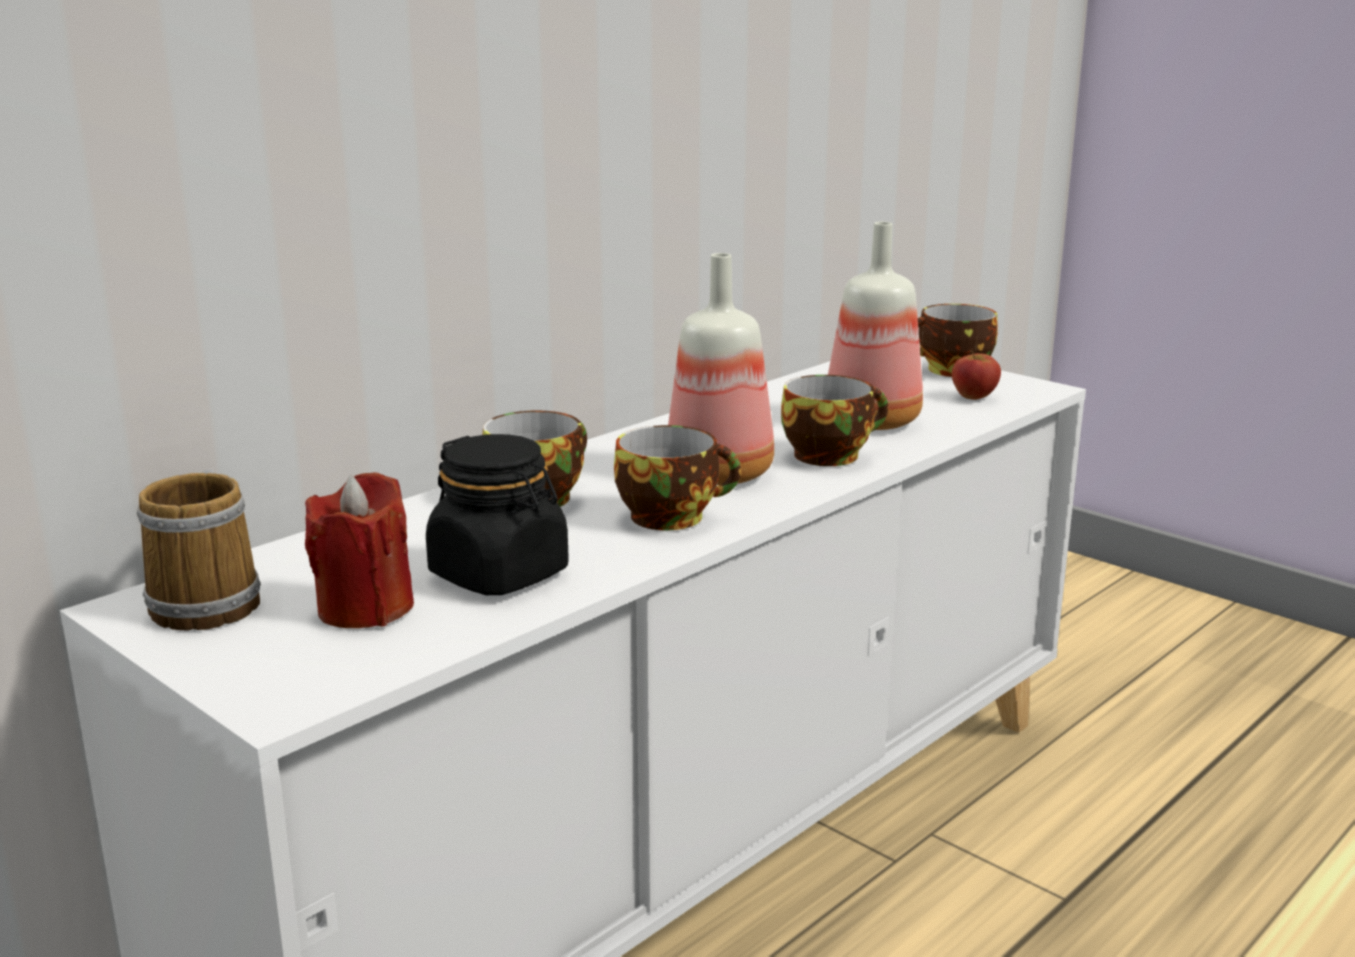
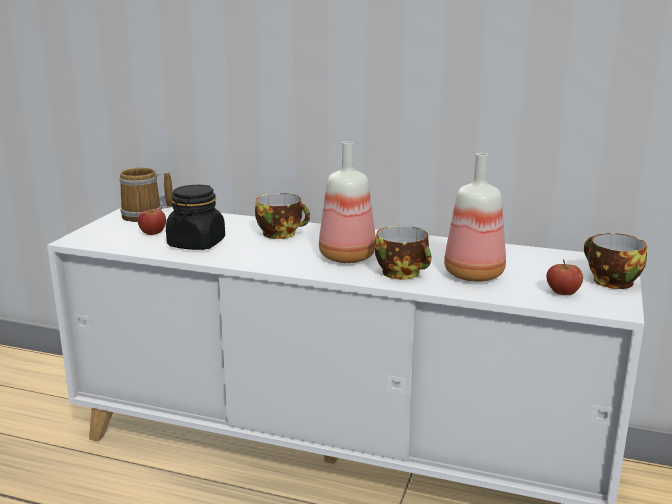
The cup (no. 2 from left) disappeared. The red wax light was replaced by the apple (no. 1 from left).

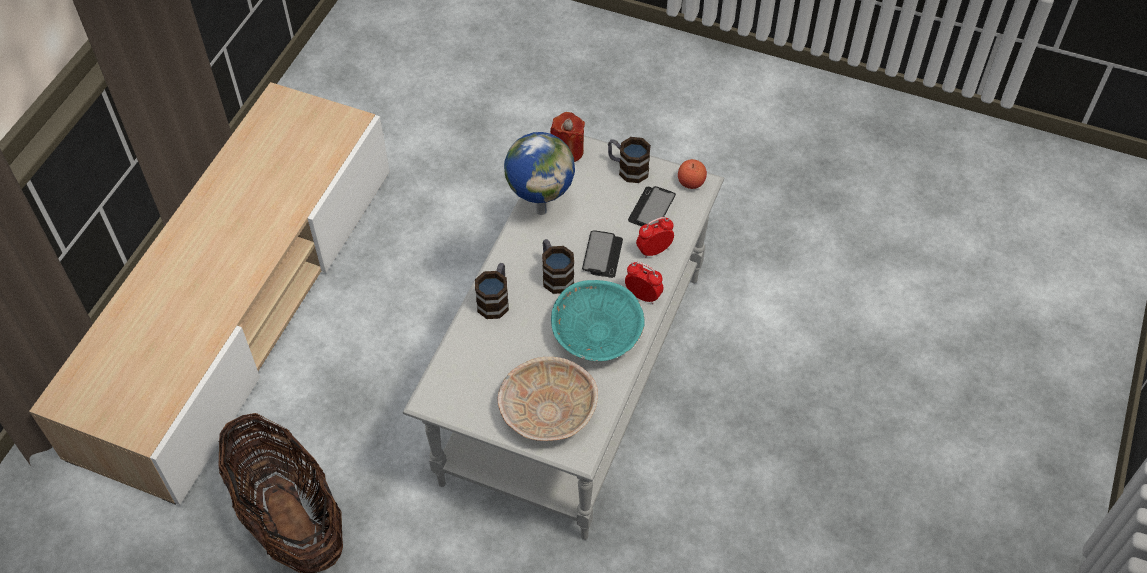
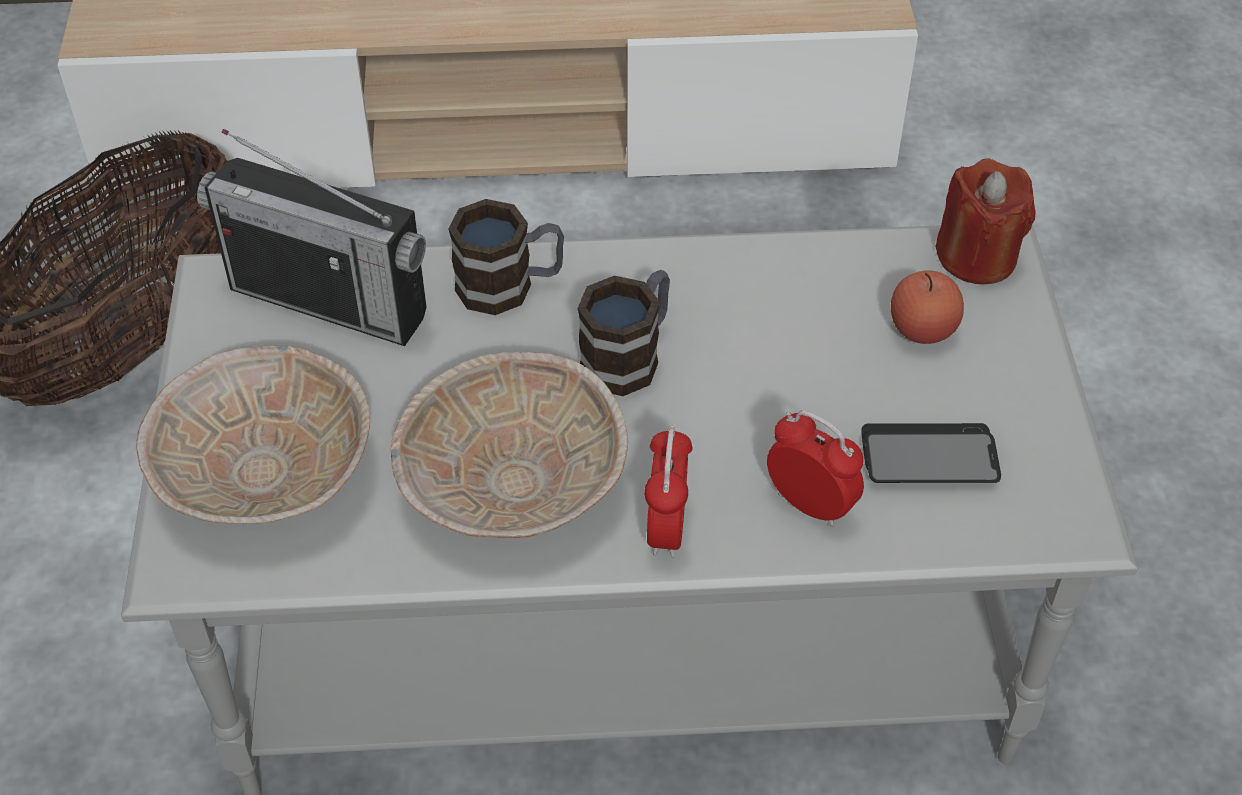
The world globe disappeared. The coffee mug (no. 3 from left) disappeared. The apple moved. The telephone (no. 1 from left) disappeared. The turquoise deep dish became the sand-coloured deep dish (no. 2 from left). The radio appeared.

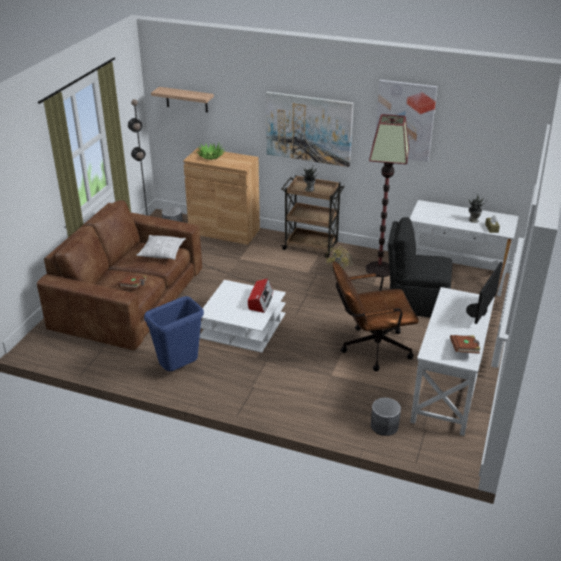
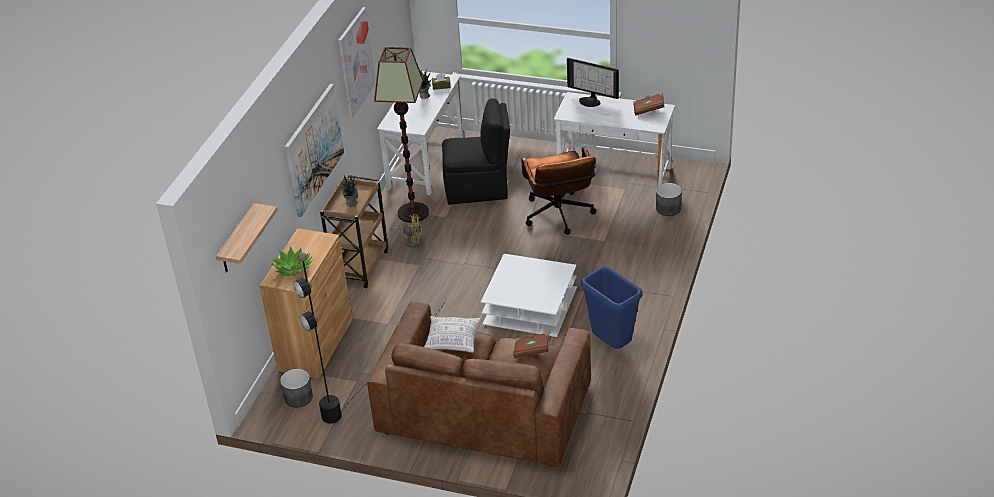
The black-coloured plain chair turned 105 degrees counterclockwise. The radio disappeared.

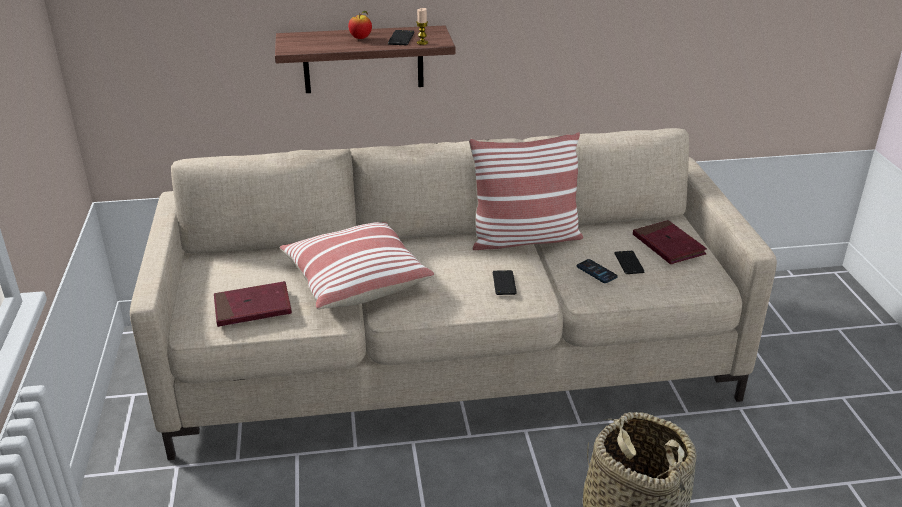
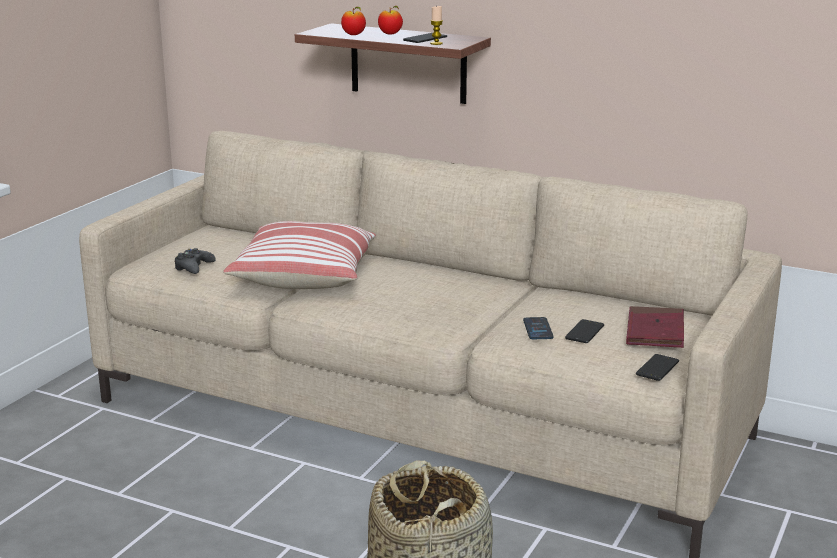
The cushion (no. 2 from left) disappeared. The telephone (no. 2 from left in the first image) moved. The red book (no. 1 from left) was replaced by the black-coloured gamepad. The apple (no. 1 from left) appeared.

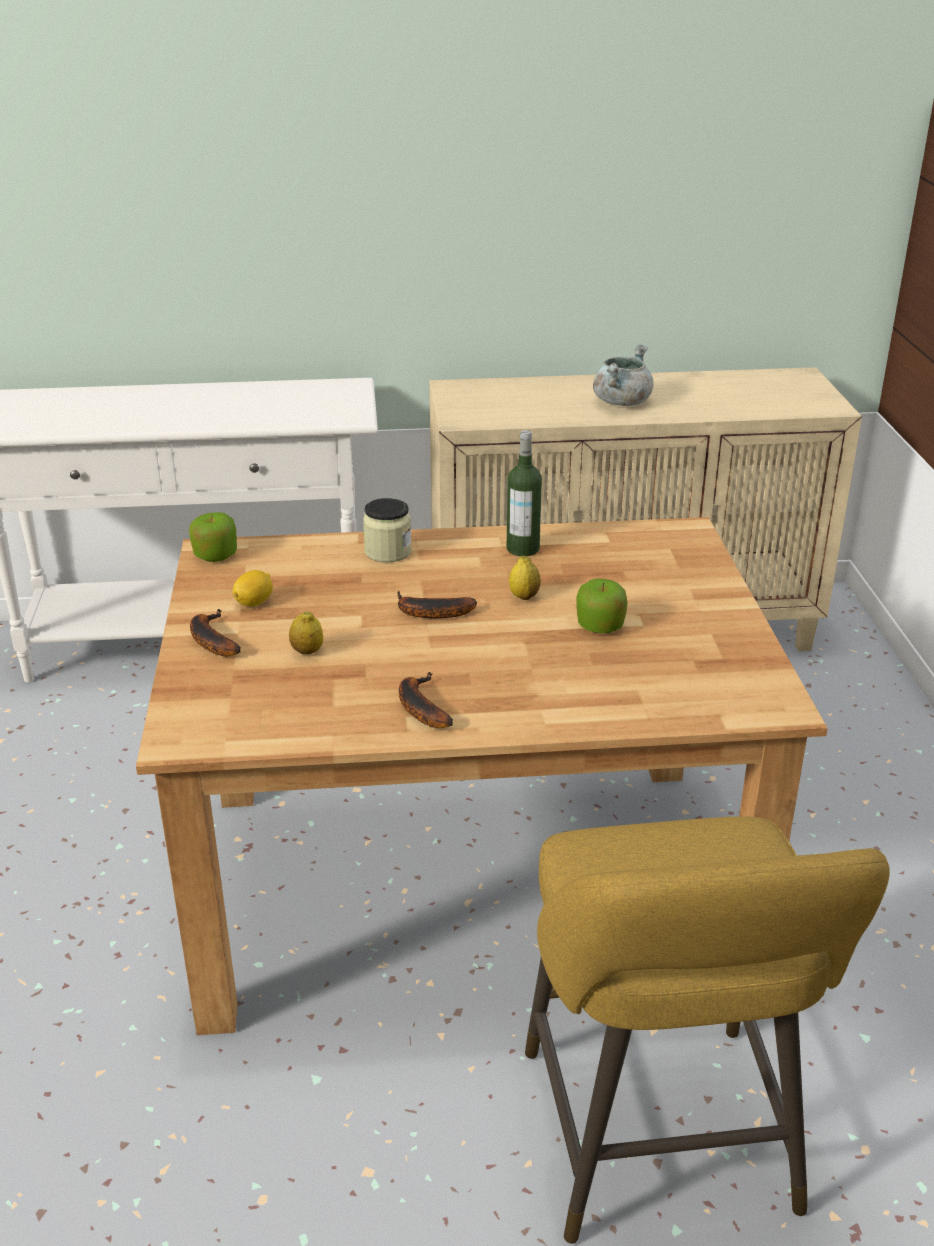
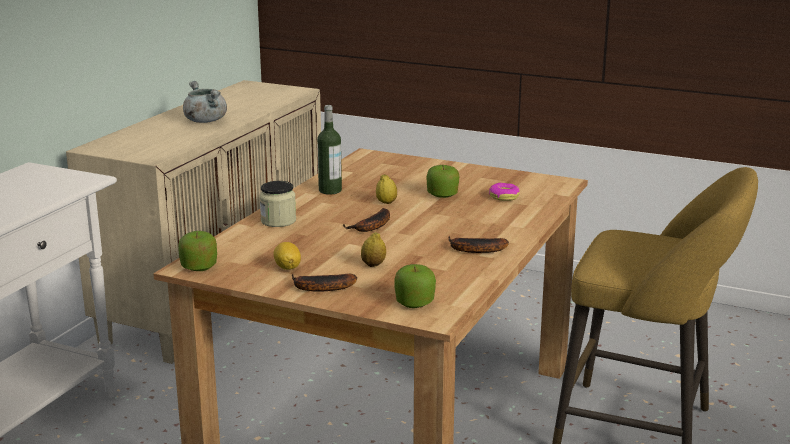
The ring doughnut appeared. The apple (no. 2 from left) appeared.

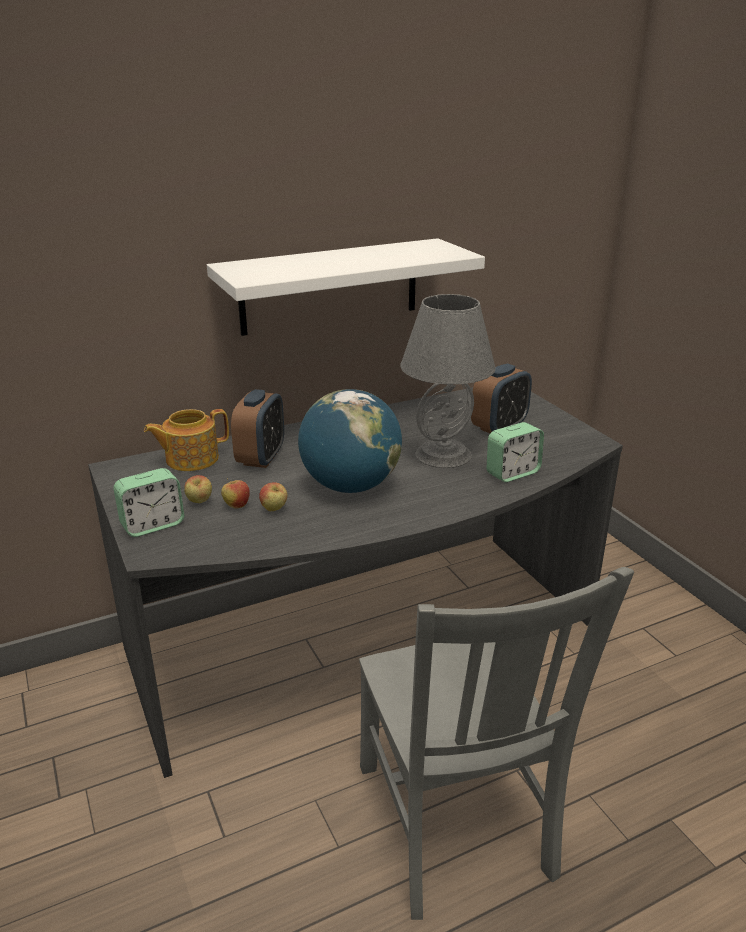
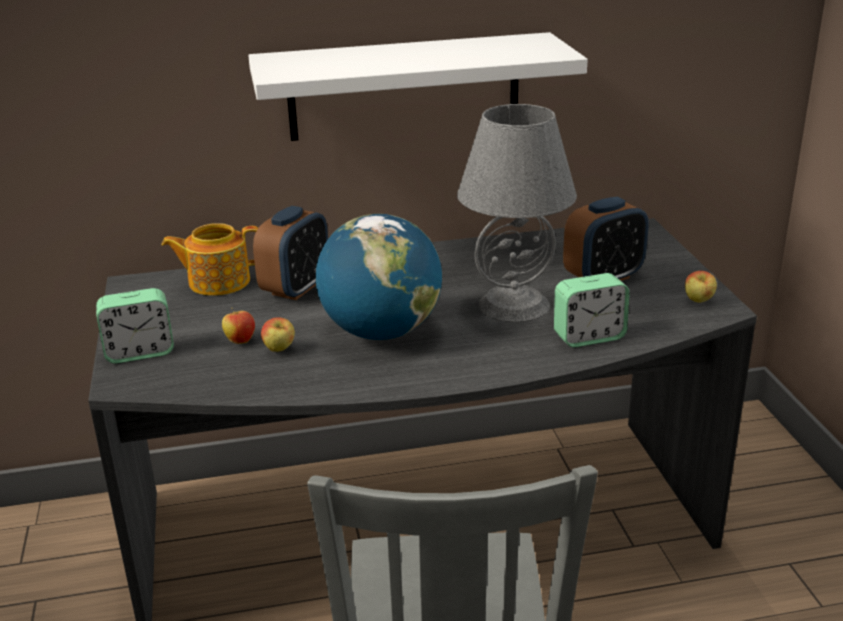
The apple (no. 1 from left in the first image) moved.

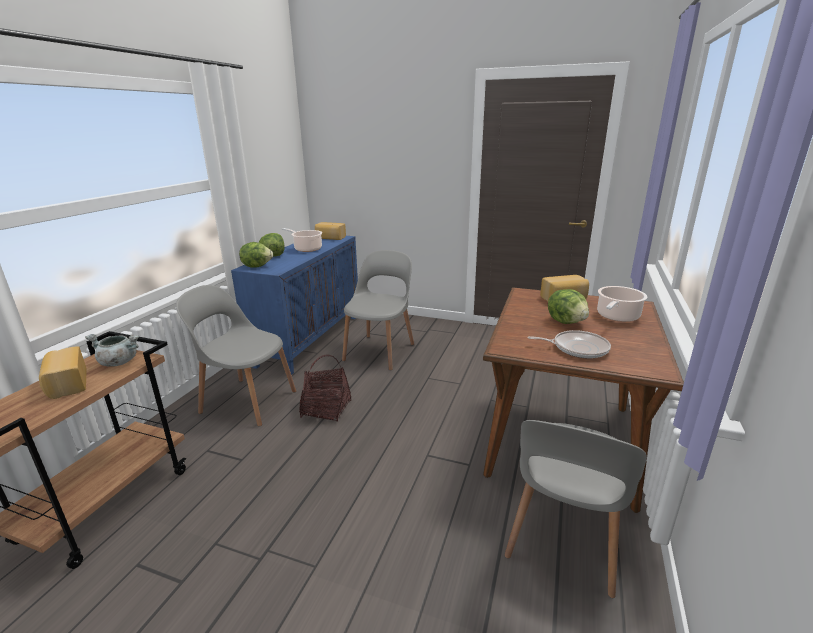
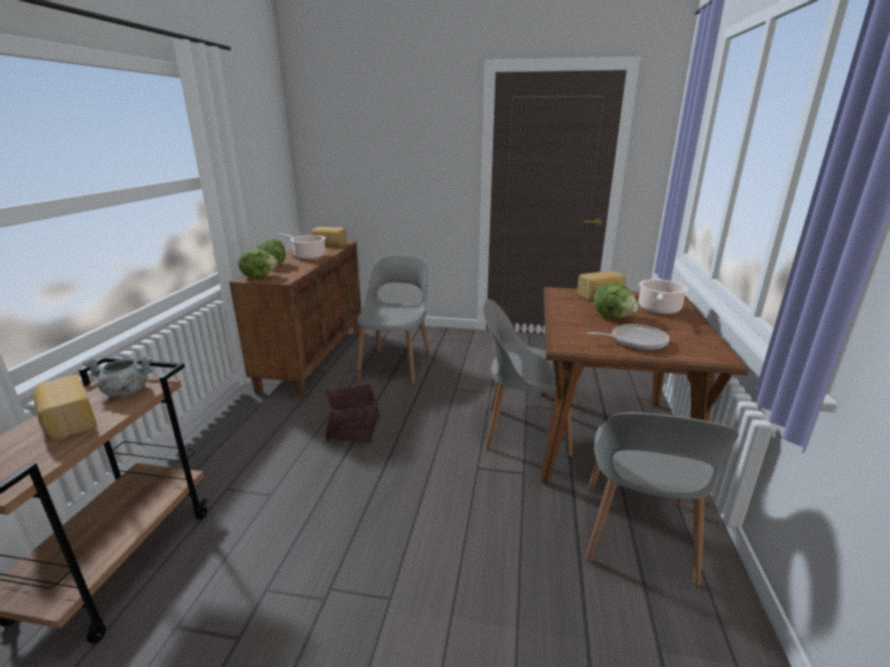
The blue-coloured cabinet became the brown cabinet. The grey plain chair (no. 1 from left in the first image) moved.

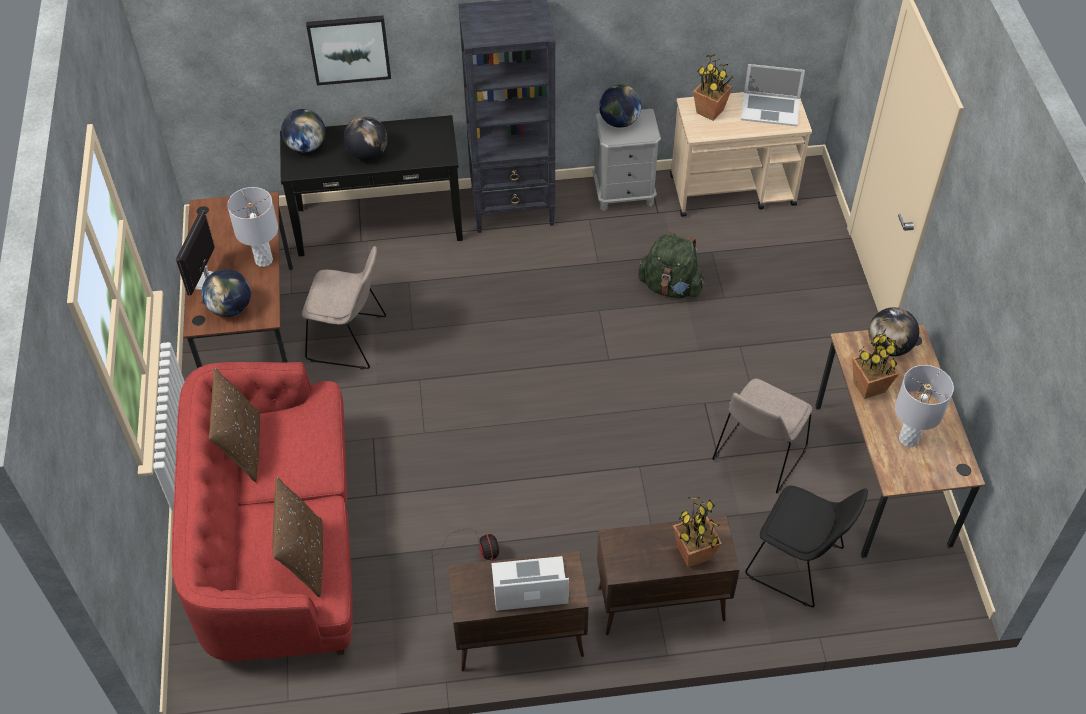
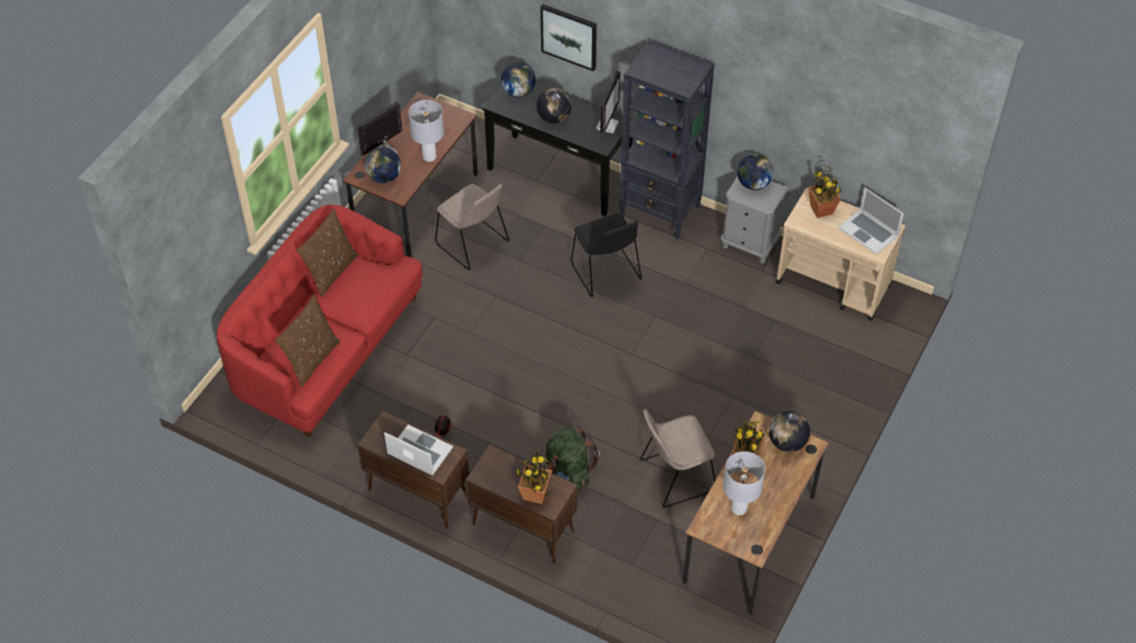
The green backpack moved. The black-coloured plain chair moved. The monitor (no. 2 from left) appeared.

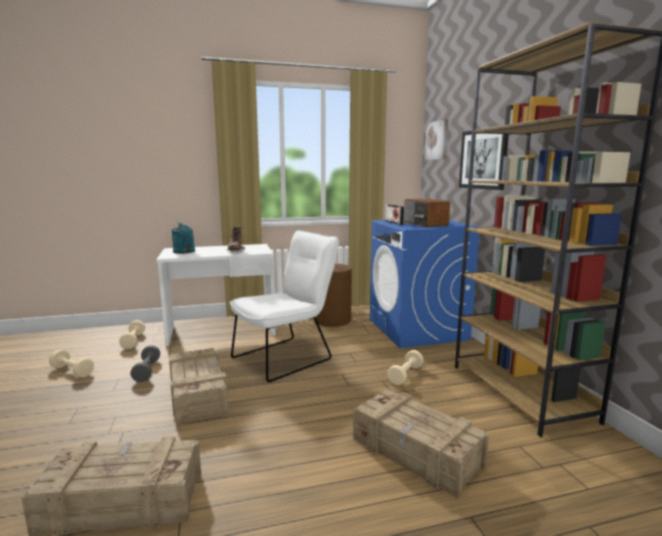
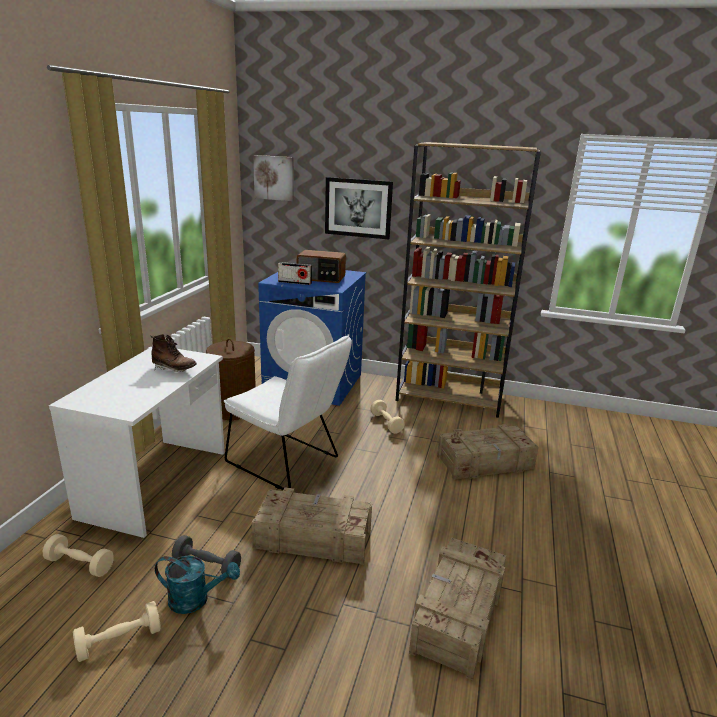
The turquoise watering pot moved. The white plain chair turned 135 degrees clockwise.

